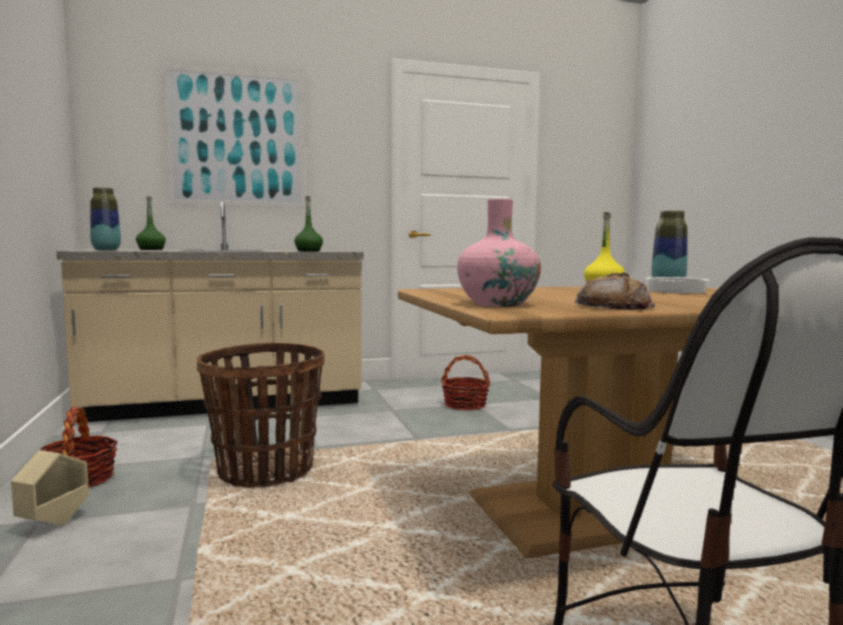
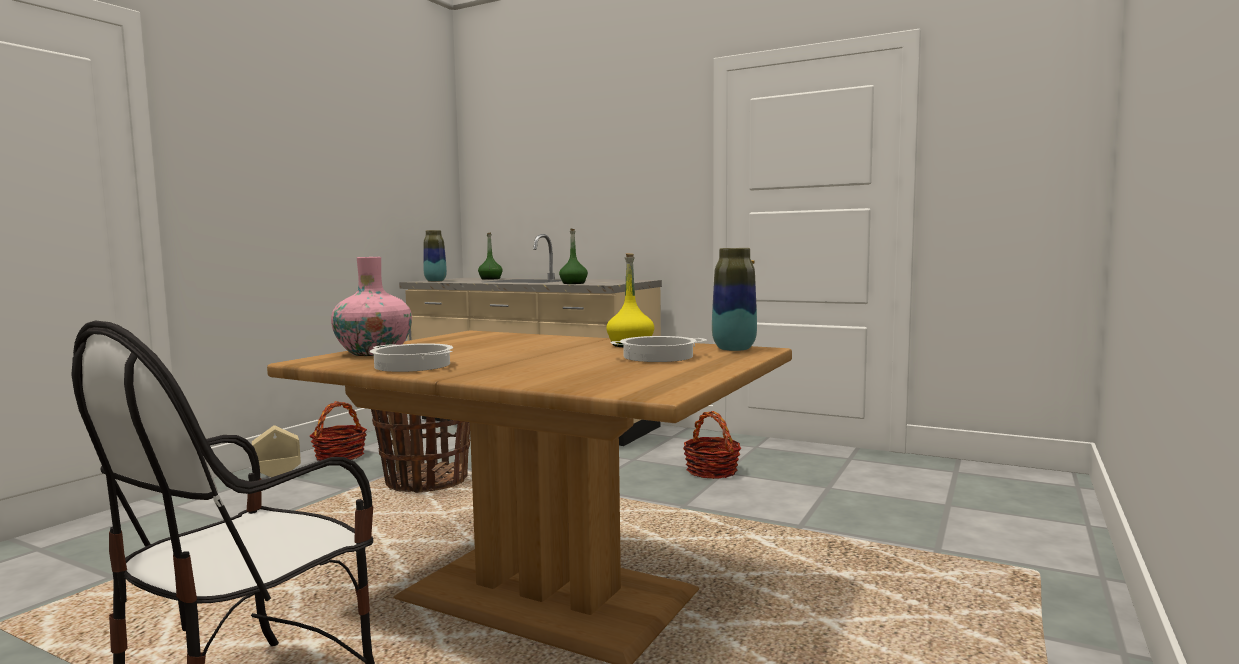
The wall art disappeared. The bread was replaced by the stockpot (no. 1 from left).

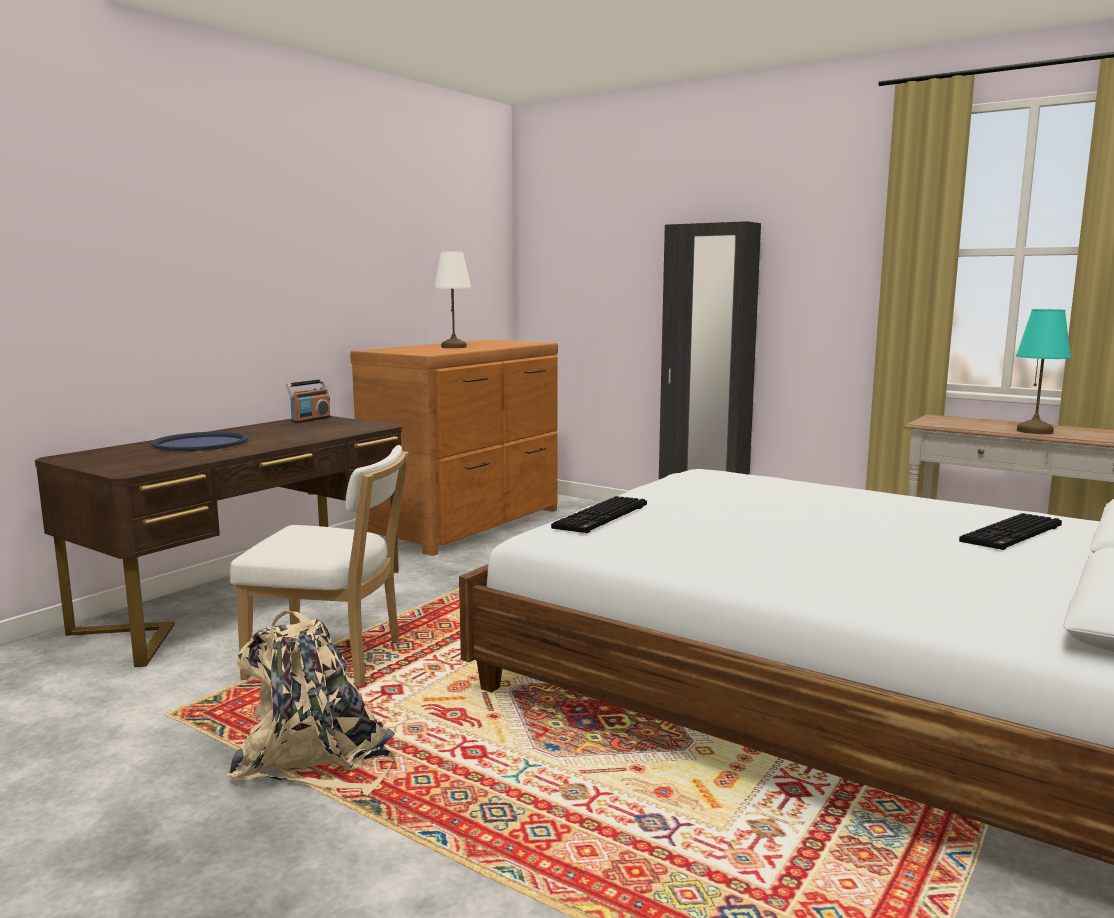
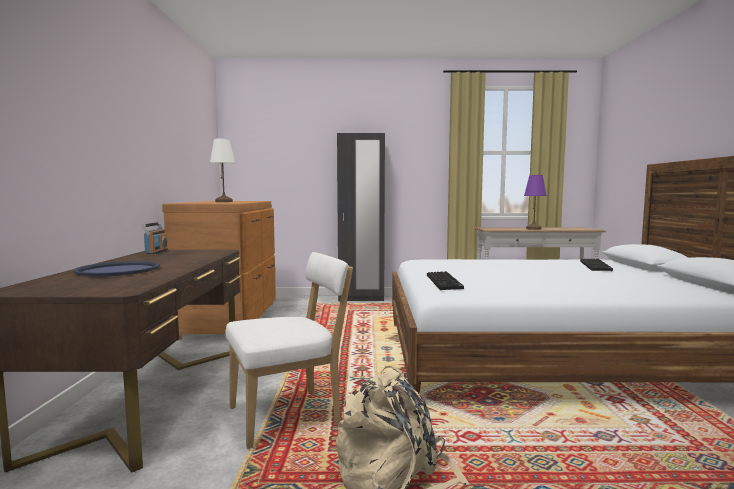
The turquoise tabletop lamp became the purple-coloured tabletop lamp.

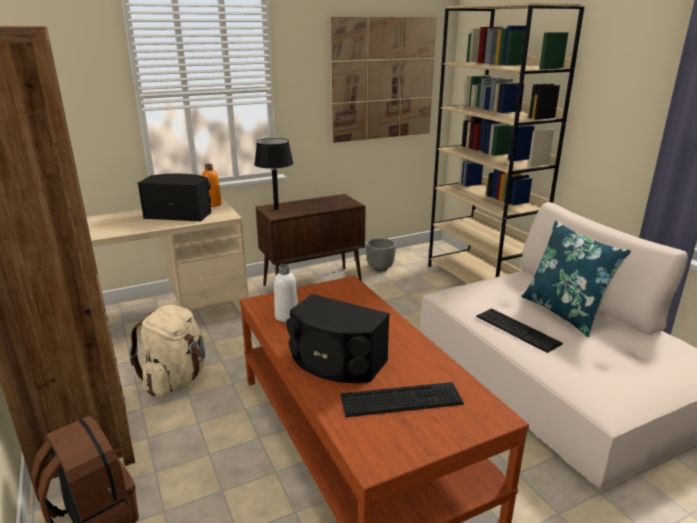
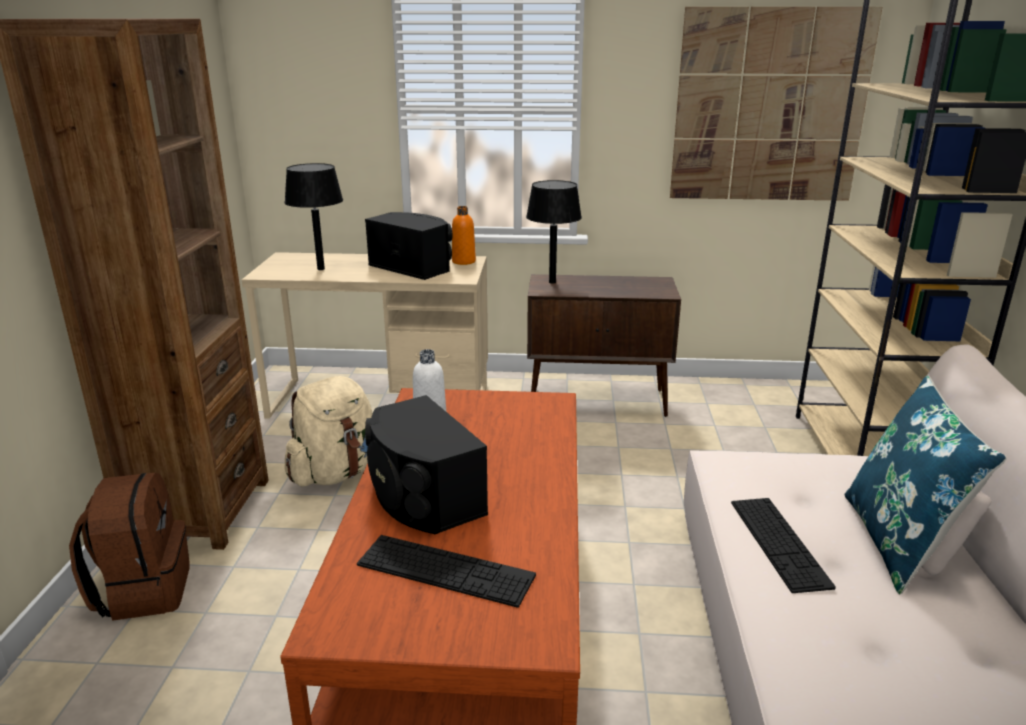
The grey flower pot disappeared. The black-coloured tabletop lamp (no. 1 from left) appeared.

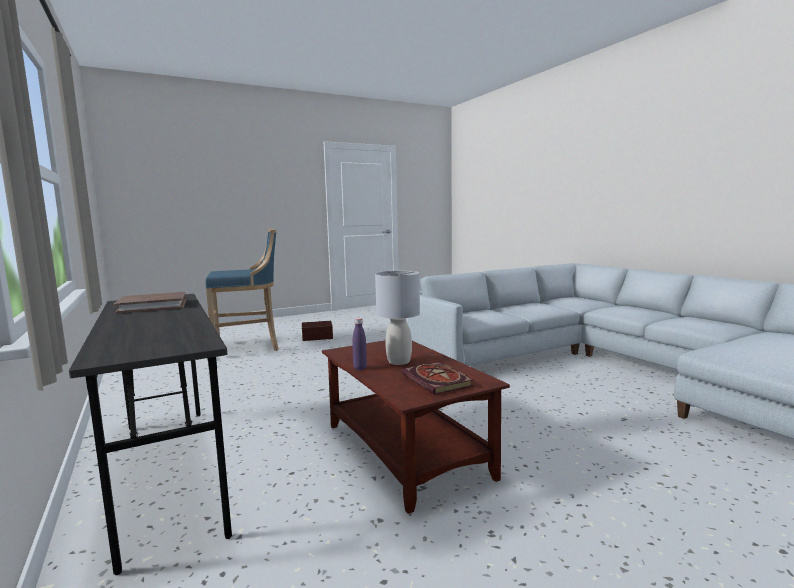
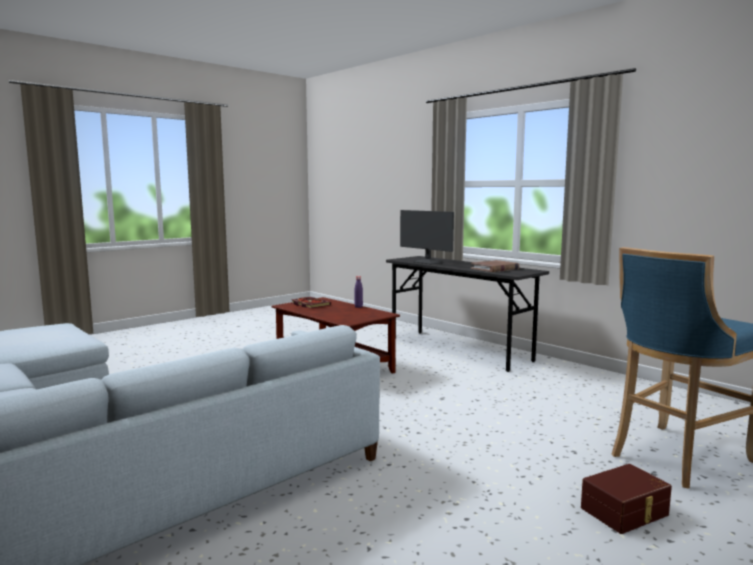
The grey tabletop lamp disappeared. The monitor appeared.

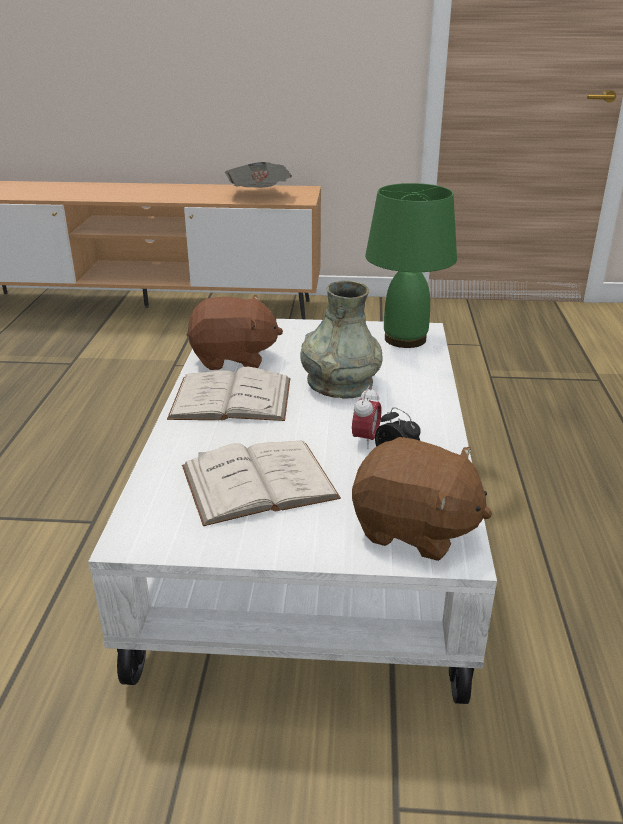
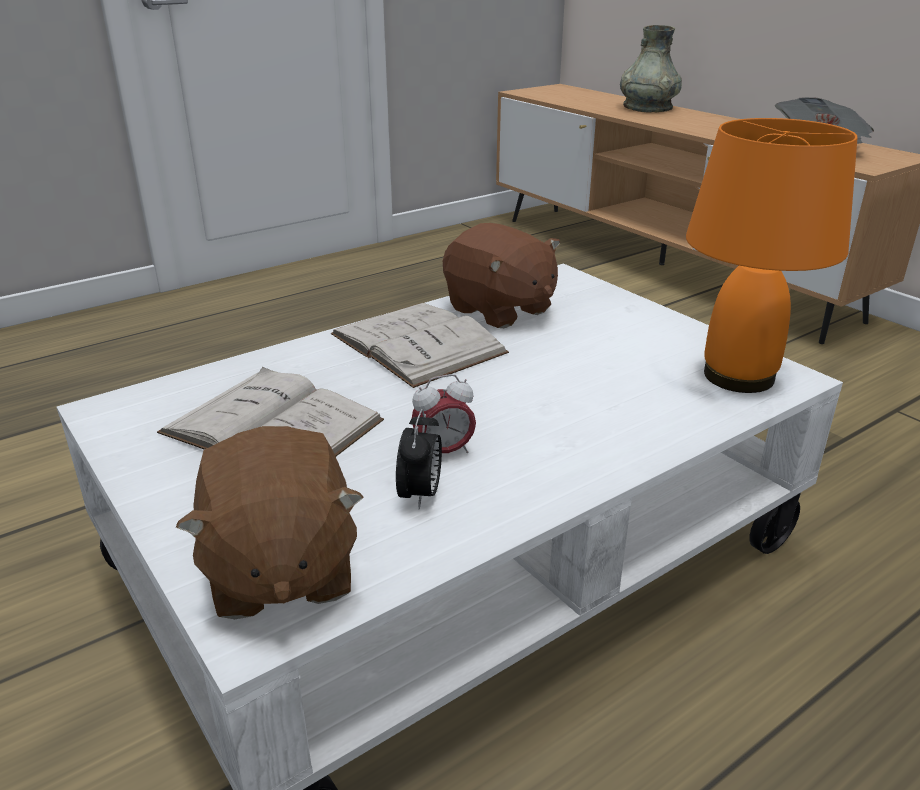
The green tabletop lamp became the orangey tabletop lamp. The grey flower vase moved.

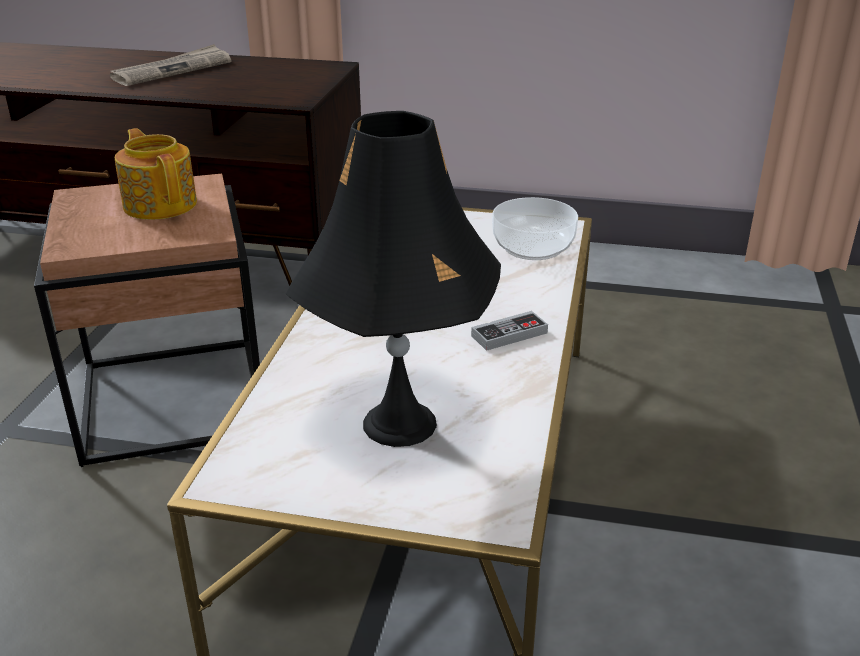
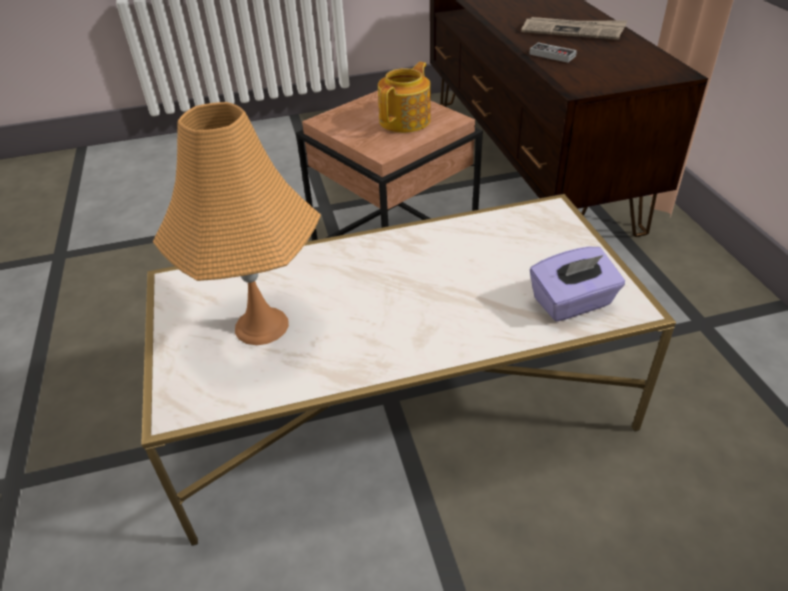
The black-coloured tabletop lamp became the orangey tabletop lamp. The deep dish was replaced by the purple-coloured tissue box. The gamepad moved.

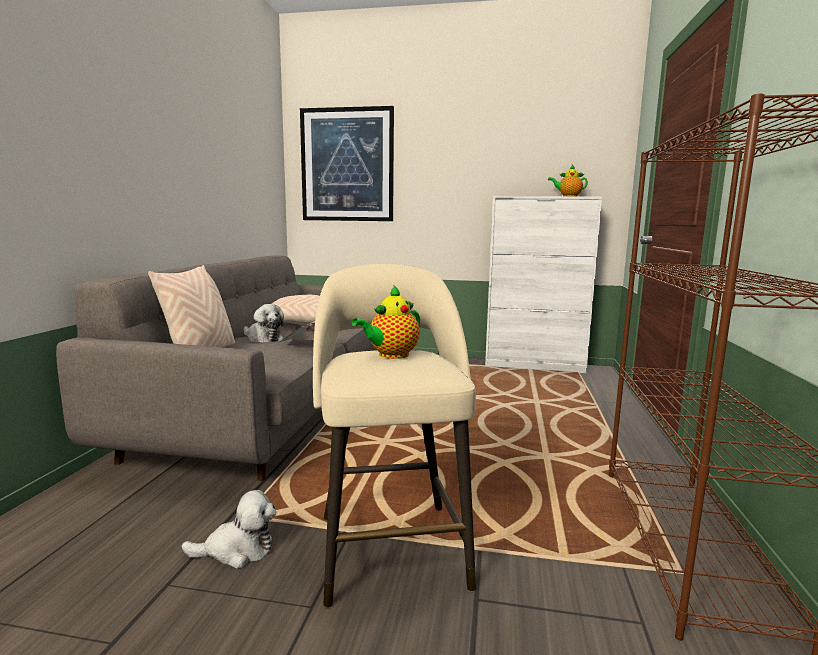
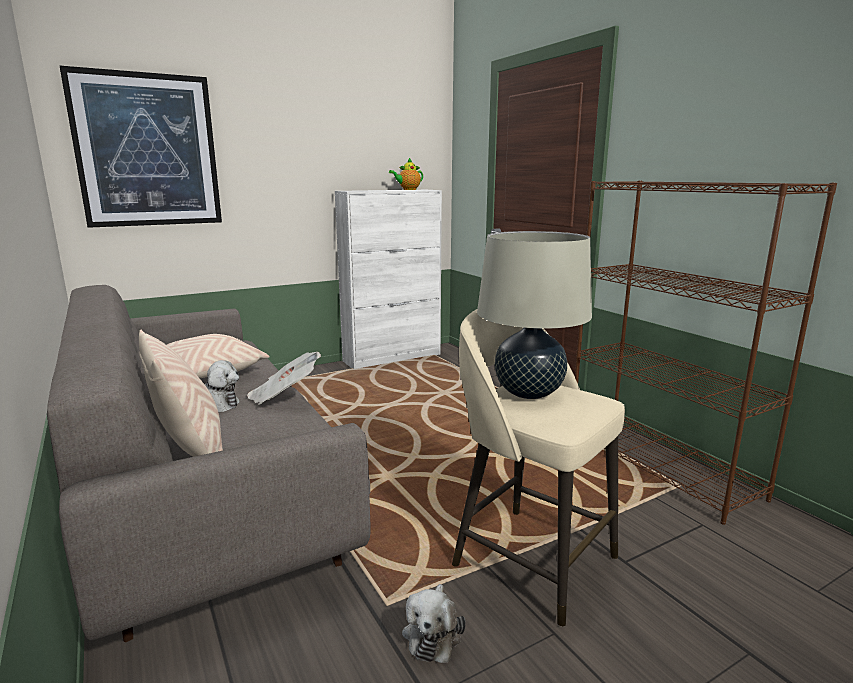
The pot for tea (no. 1 from left) was replaced by the sand-coloured tabletop lamp. The soft toy (no. 1 from left in the first image) turned 150 degrees clockwise.

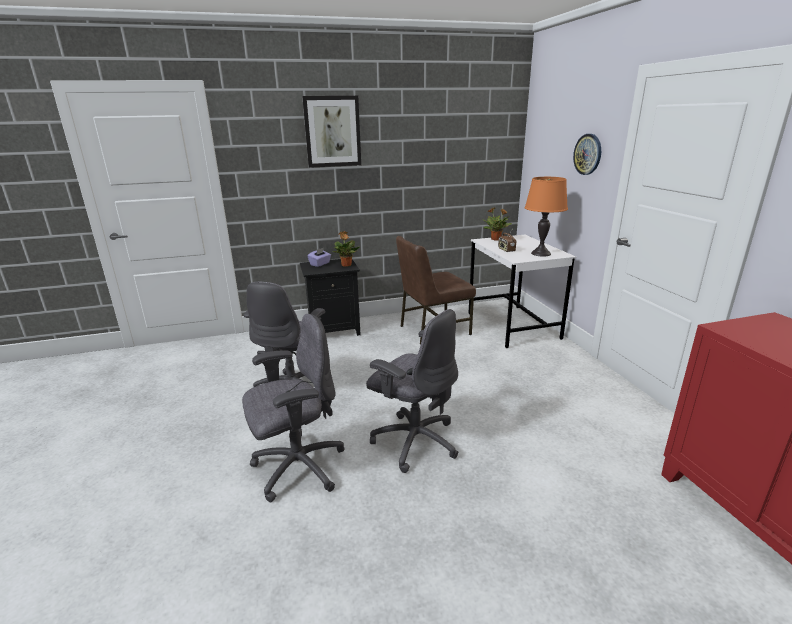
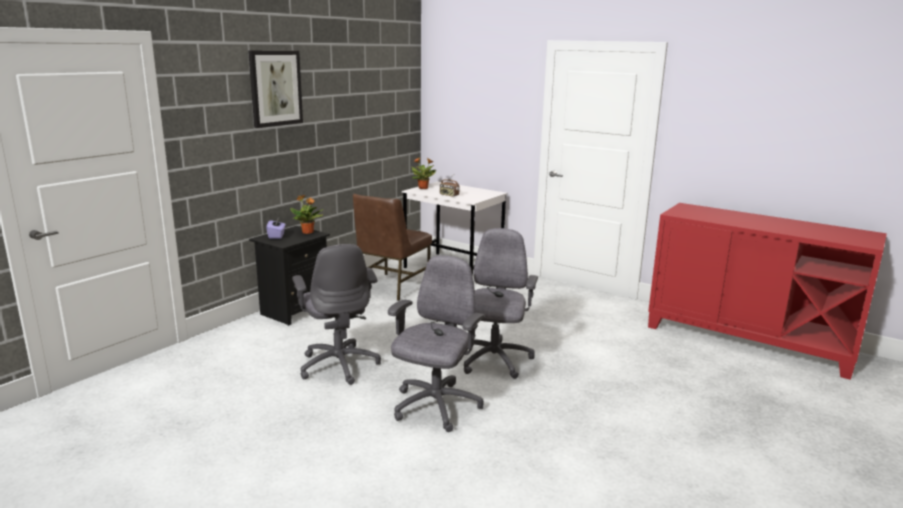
The wall clock disappeared. The orangey tabletop lamp disappeared. The grey desk chair (no. 3 from left) turned 75 degrees counterclockwise.

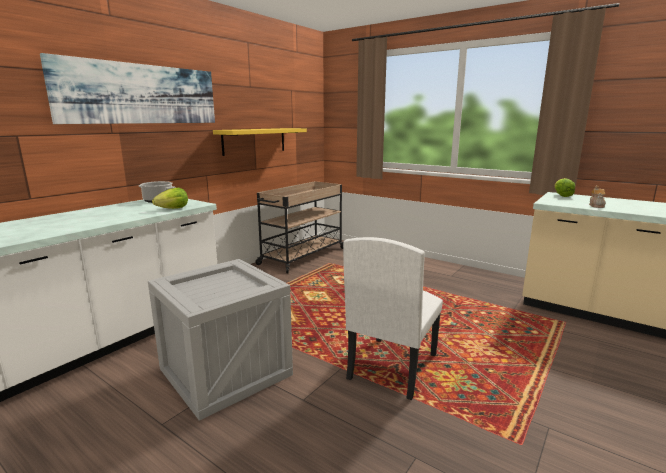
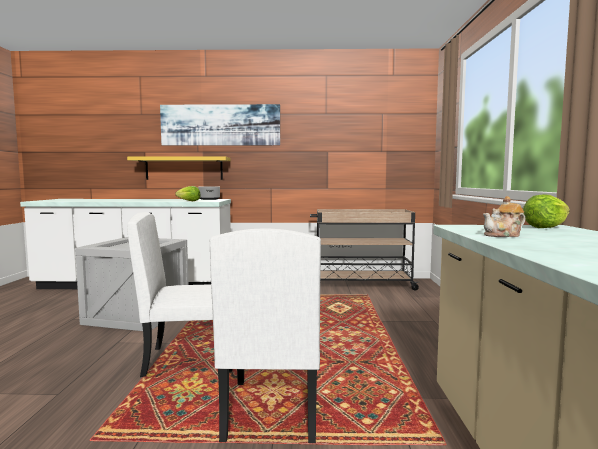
The yellow-coloured wall shelf moved. The white plain chair (no. 2 from left) appeared.

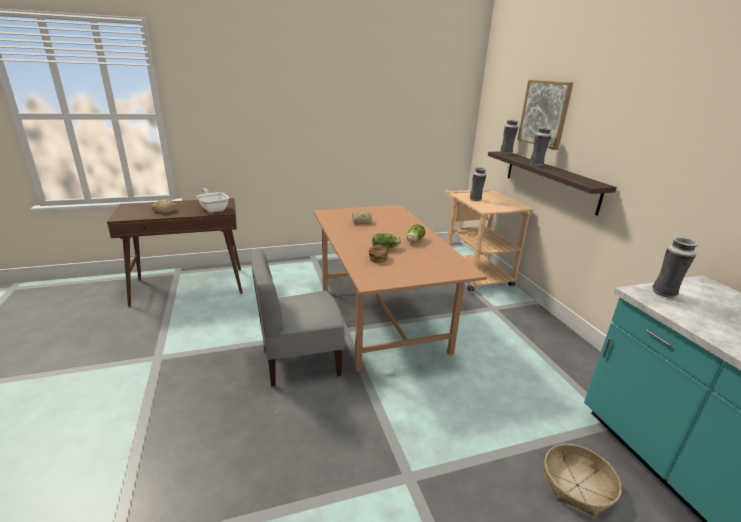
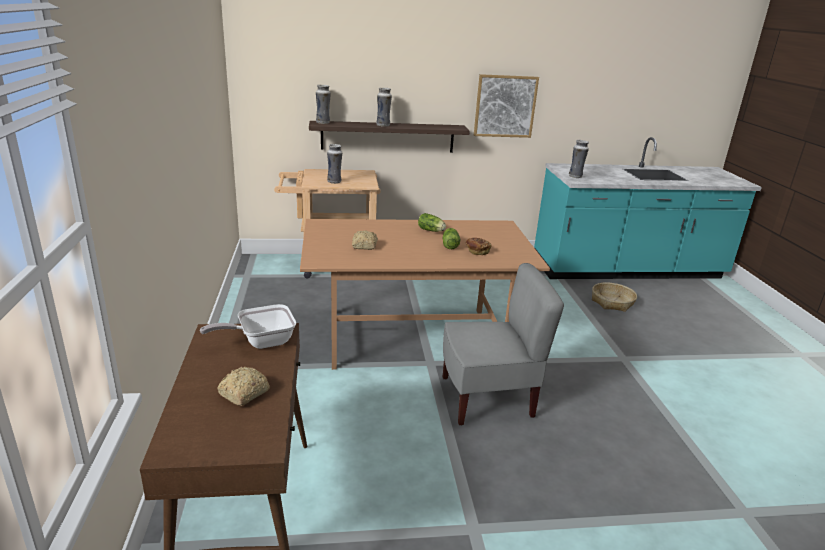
The wall art moved. The grey plain chair turned 90 degrees counterclockwise.

